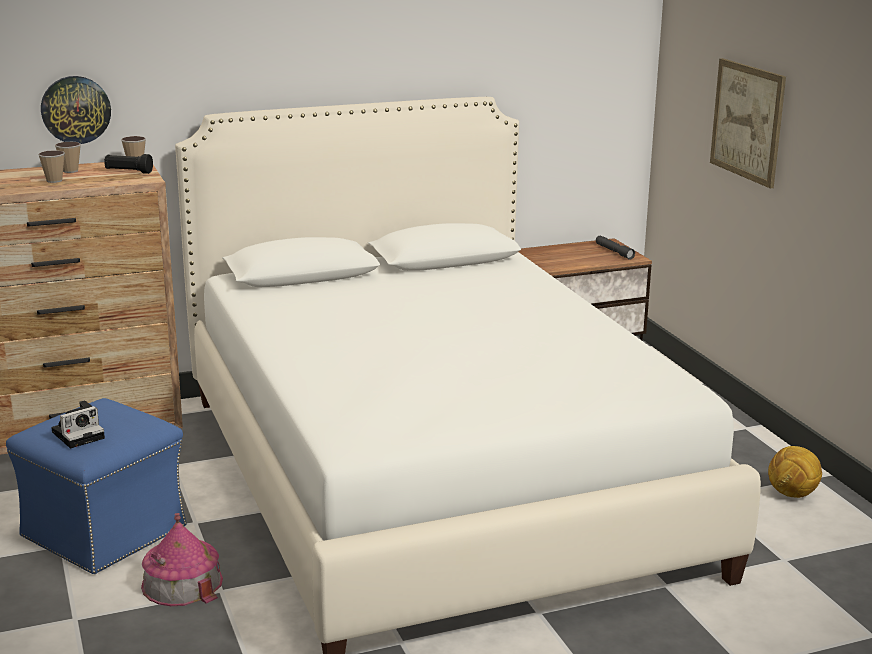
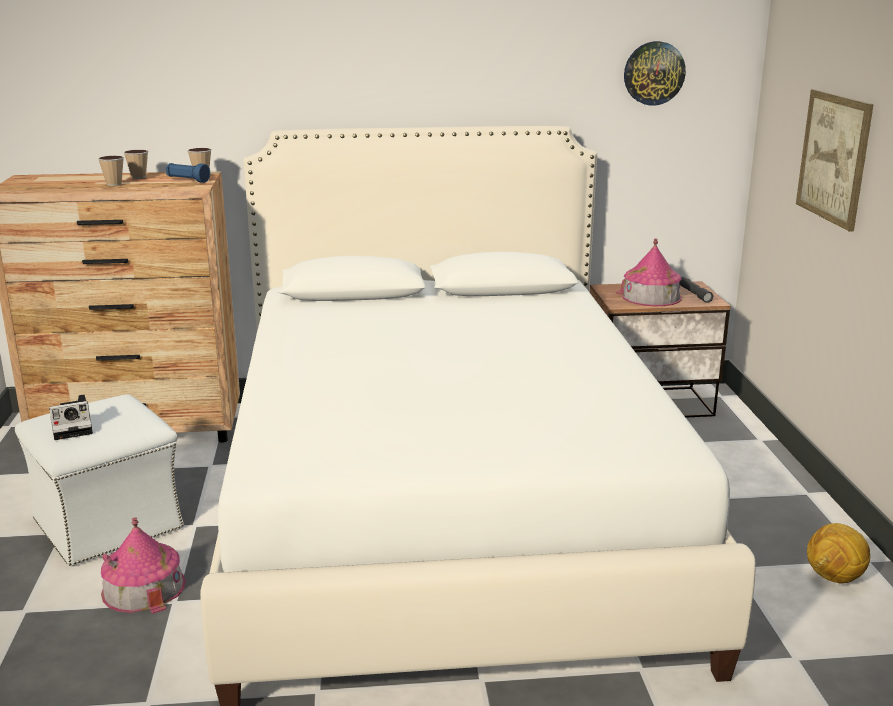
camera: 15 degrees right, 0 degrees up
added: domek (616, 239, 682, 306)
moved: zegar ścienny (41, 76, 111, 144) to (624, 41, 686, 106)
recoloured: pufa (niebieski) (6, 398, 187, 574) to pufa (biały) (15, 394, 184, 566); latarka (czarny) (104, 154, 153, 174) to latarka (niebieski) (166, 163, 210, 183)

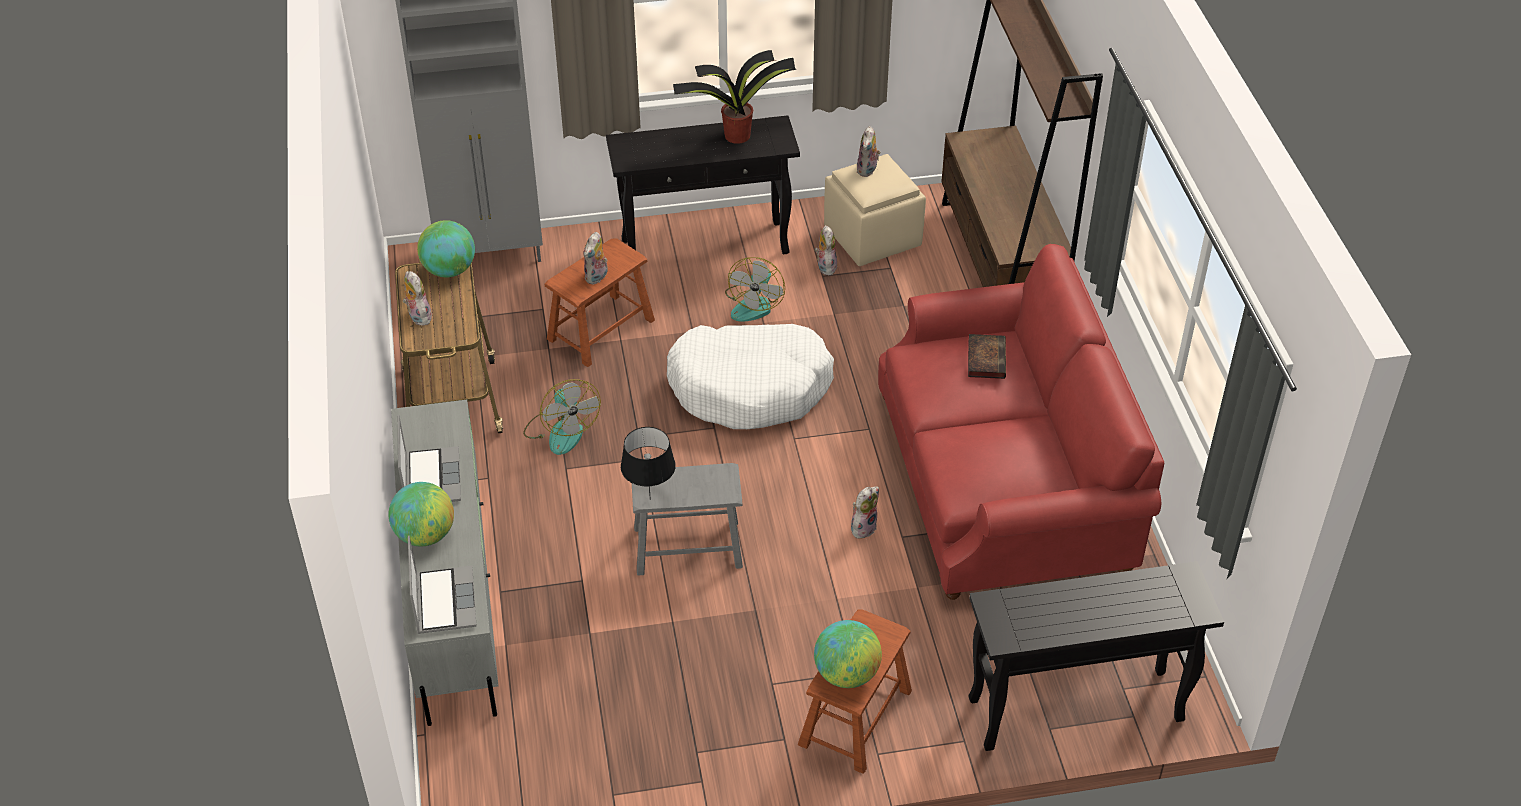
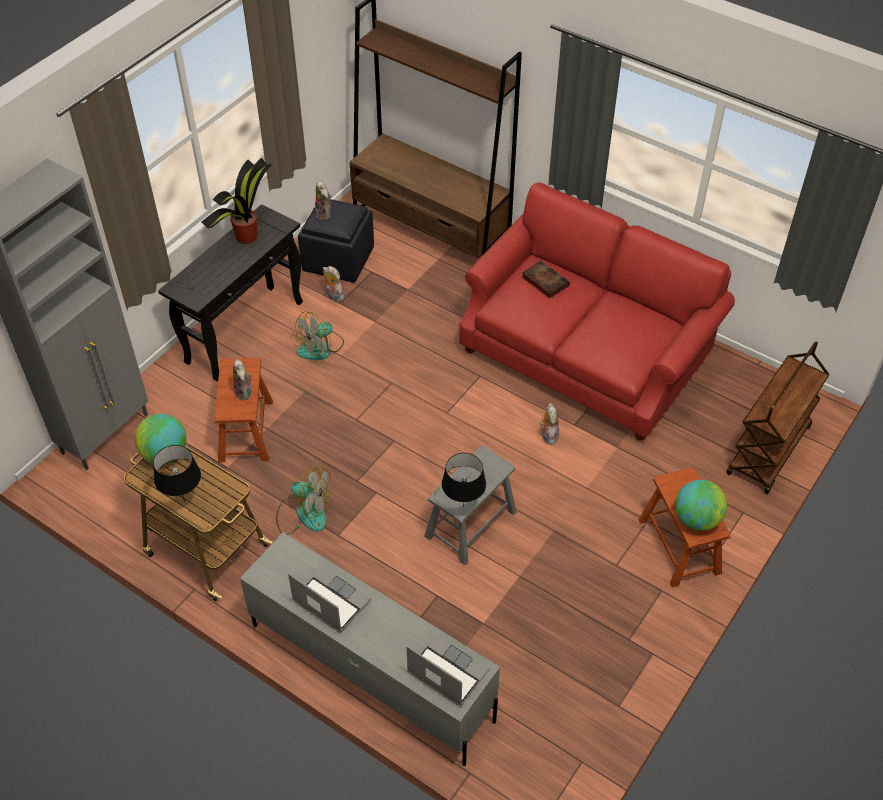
camera: 45 degrees left, 5 degrees up
removed: globus (388, 482, 454, 546); legowisko (biały) (667, 324, 834, 429)
replaced: pluszak (403, 271, 432, 326) to lampa stołowa (czarny) (153, 445, 201, 502); stolik konsolowy (czarny) (968, 561, 1224, 751) to wózek (brązowy) (727, 341, 830, 494)
recoloured: pufa (beżowy) (824, 154, 926, 266) to pufa (czarny) (298, 199, 374, 283)
turned: wentylator (725, 257, 785, 322) = (295, 311, 344, 360) 75 degrees clockwise

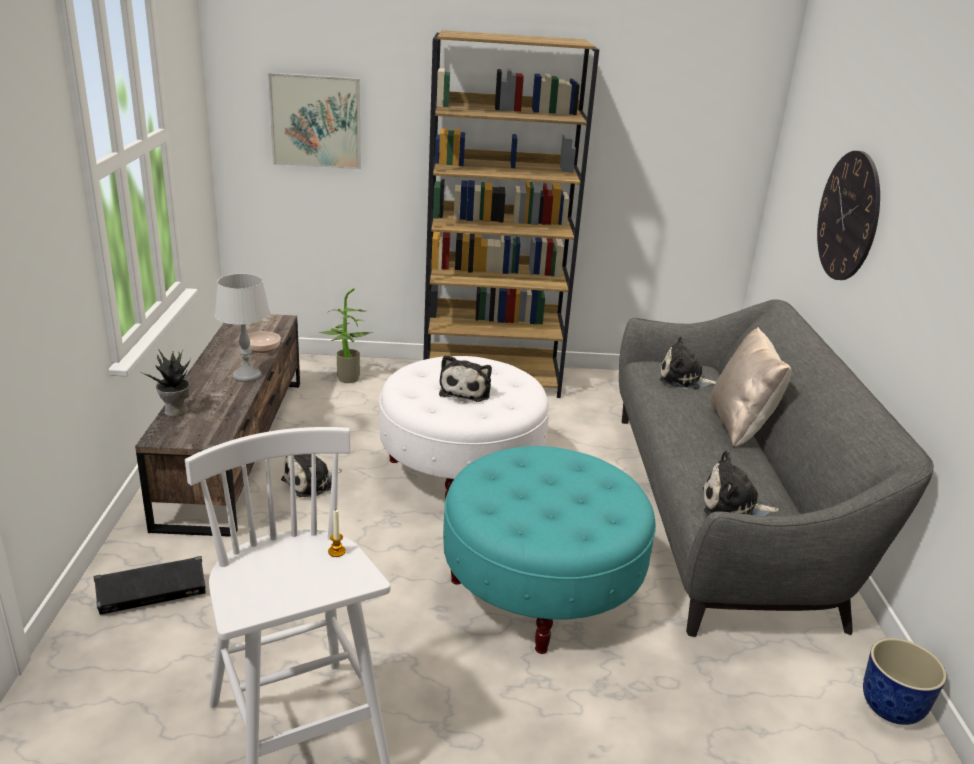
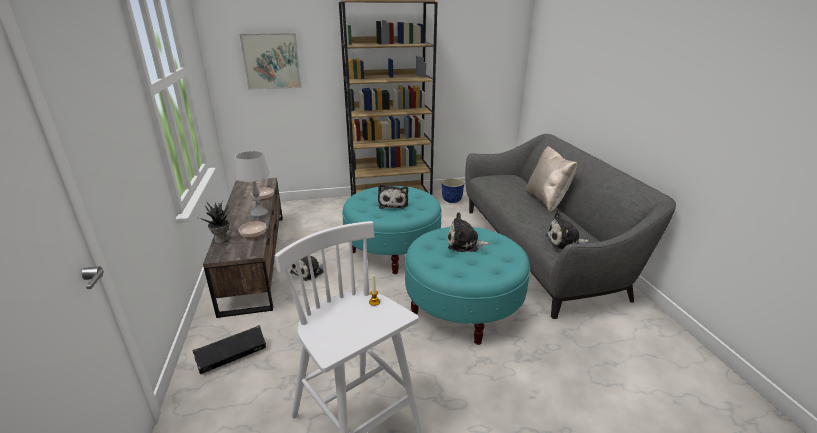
camera: 10 degrees left, 0 degrees up
removed: roślina doniczkowa (319, 288, 374, 383); zegar ścienny (817, 151, 880, 280)
added: miska (238, 222, 266, 238)
moved: pluszak (660, 337, 716, 390) to (448, 212, 491, 252); donica (863, 638, 947, 725) to (442, 178, 464, 203)
recoloured: pufa (biały) (379, 356, 550, 499) to pufa (turkusowy) (342, 186, 442, 274)

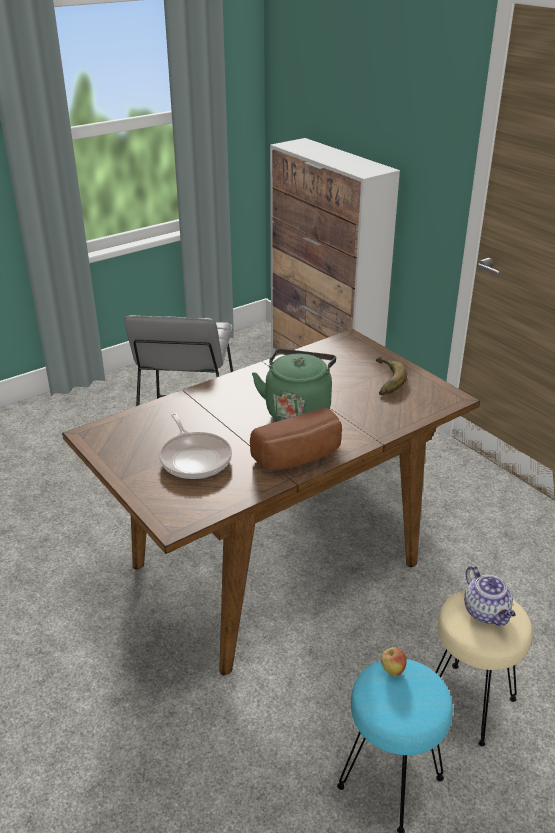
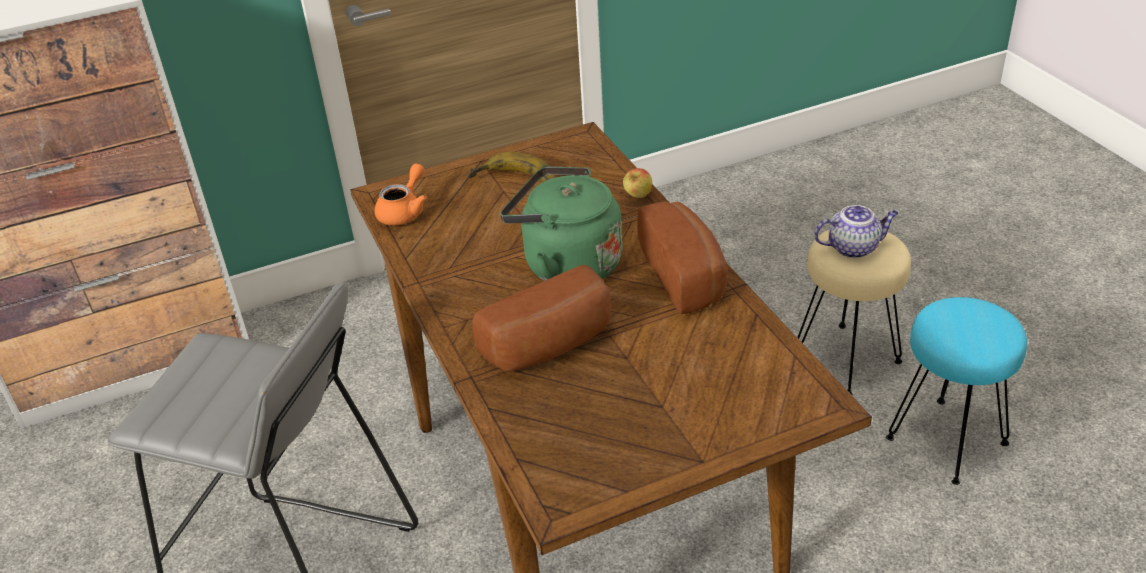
camera: 75 degrees left, 5 degrees up
removed: patelnia (159, 413, 232, 479)
added: imbryk (pomarańczowy) (375, 163, 427, 225); chleb (472, 265, 611, 372)
moved: jabłko (381, 647, 407, 676) to (623, 168, 652, 198)

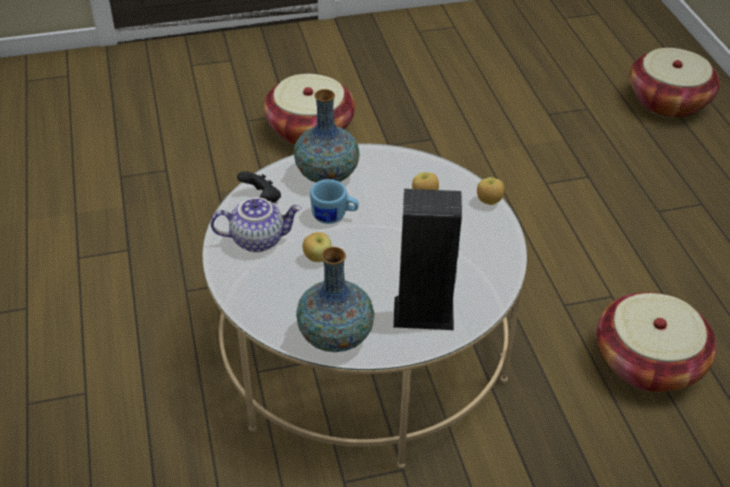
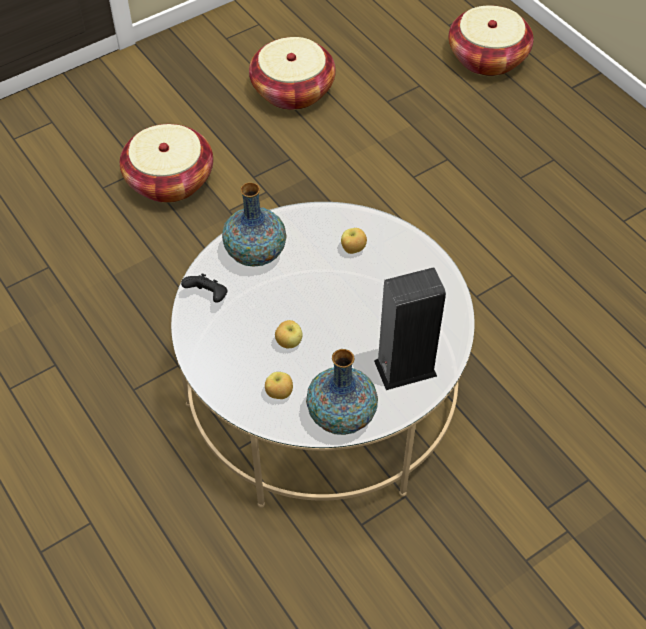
camera: 20 degrees left, 10 degrees up
removed: imbryk (211, 197, 301, 252); kubek (niebieski) (310, 179, 359, 224)
moved: jabłko (477, 177, 504, 205) to (265, 372, 293, 399); koszyk (597, 292, 717, 392) to (249, 37, 336, 110)

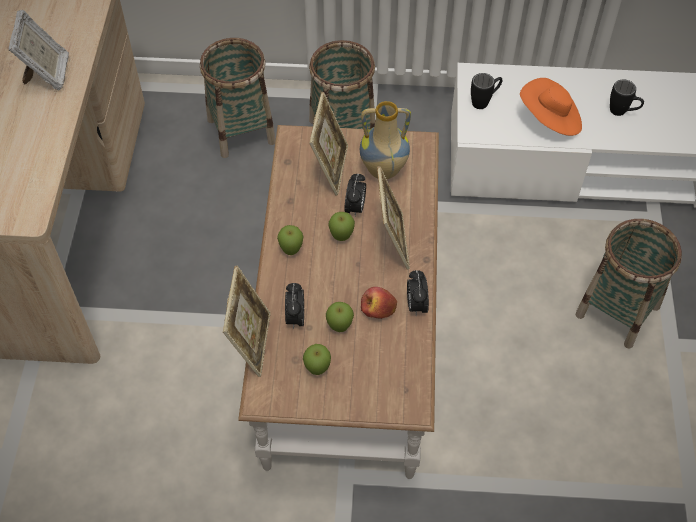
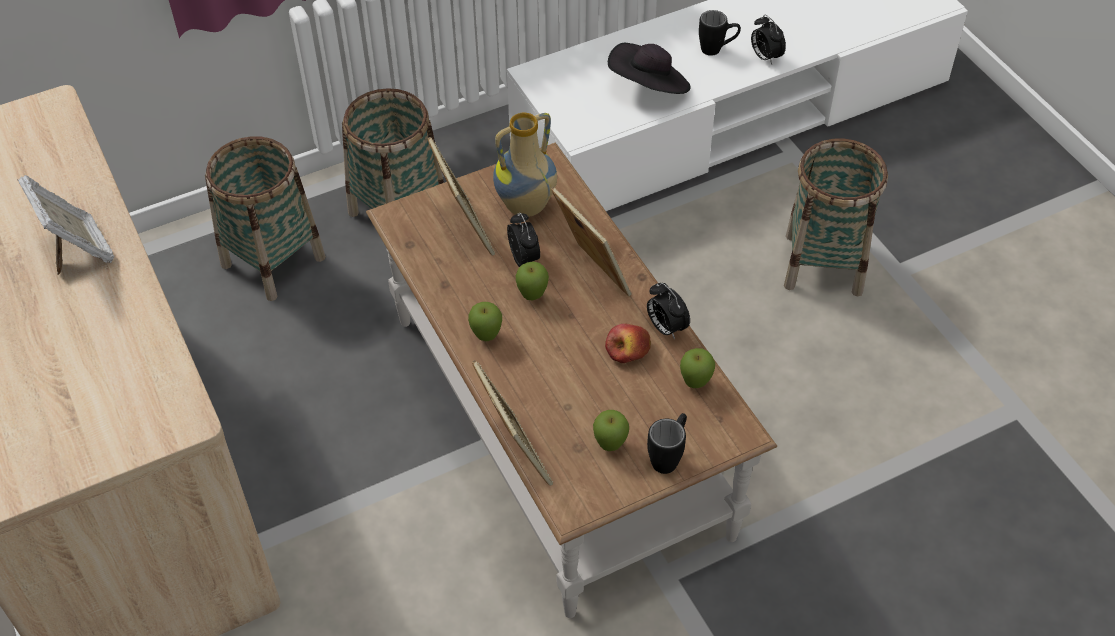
camera: 30 degrees left, 5 degrees down
moved: budzik (285, 283, 304, 329) to (751, 15, 786, 65); jabłko (326, 302, 354, 332) to (680, 348, 715, 388); kubek (czarny) (471, 73, 503, 109) to (647, 413, 687, 474)
recoloured: kapelusz (pomarańczowy) (520, 78, 582, 136) to kapelusz (czarny) (608, 43, 691, 94)

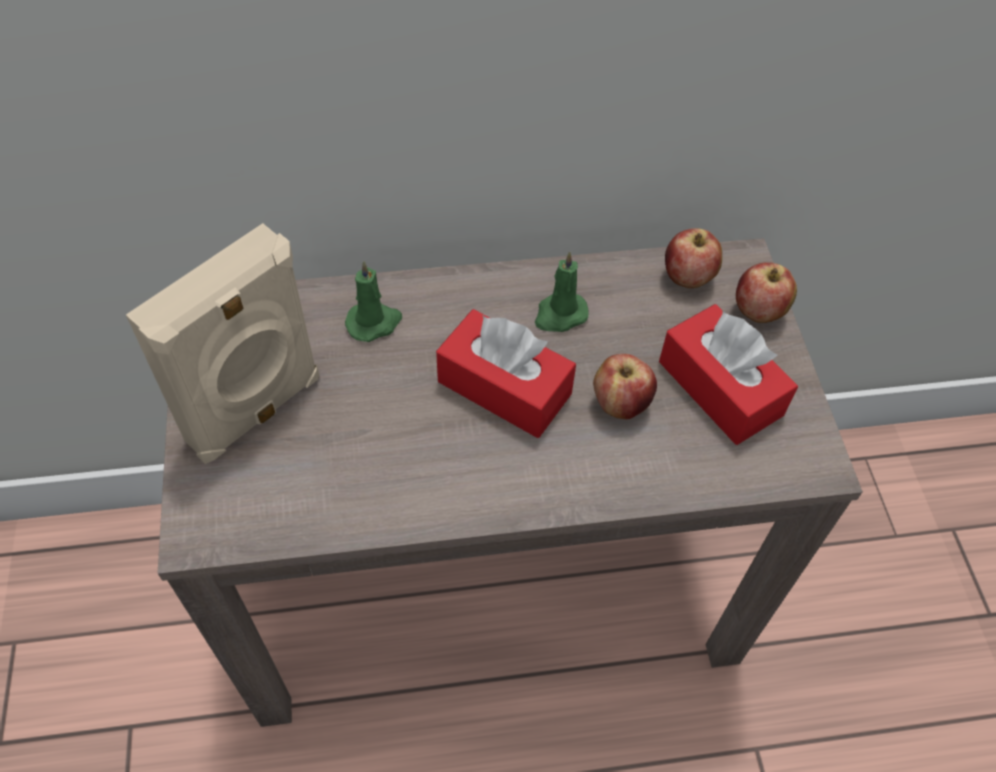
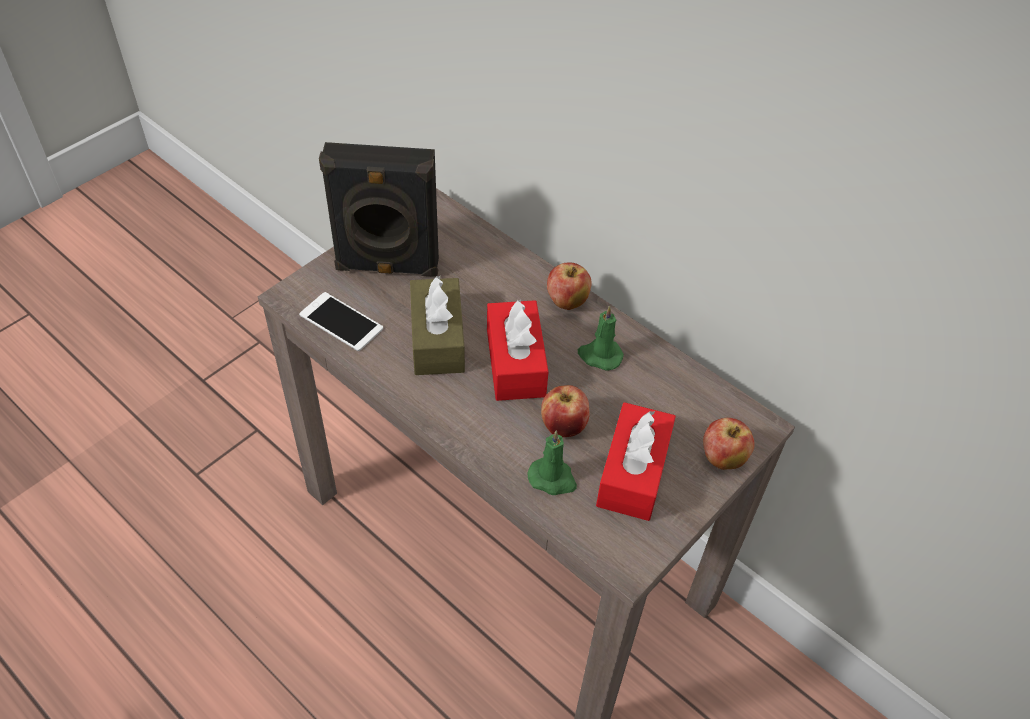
camera: 50 degrees right, 5 degrees down
added: telefon (299, 292, 383, 351); pudełko chusteczek (brązowy) (410, 275, 465, 375)
moved: świeca (zielony) (345, 261, 402, 342) to (528, 430, 577, 495); jabłko (665, 228, 722, 288) to (547, 262, 592, 310)
recoloured: głośnik (beżowy) (126, 223, 320, 464) to głośnik (czarny) (319, 142, 439, 277)

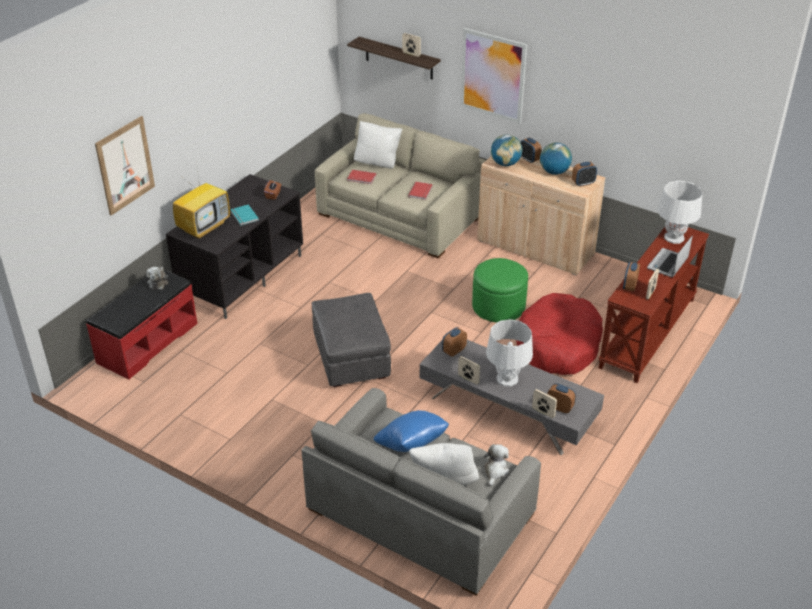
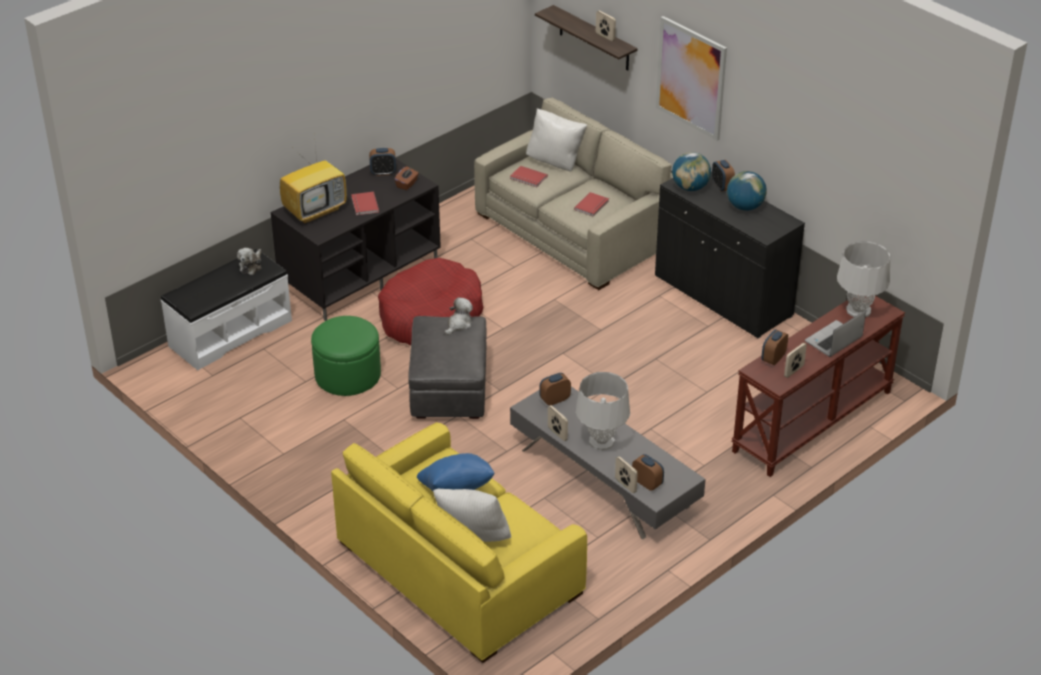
camera: 15 degrees right, 0 degrees up
removed: obraz (95, 116, 155, 215)
moved: pufa (zielony) (472, 258, 528, 322) to (311, 316, 381, 396); pluszak (483, 444, 509, 486) to (445, 297, 473, 335); legowisko (czerwony) (516, 293, 603, 375) to (378, 258, 483, 346); budzik (572, 162, 597, 187) to (369, 148, 396, 176)
recoloured: ławka (czerwony) (86, 270, 197, 380) to ławka (biały) (161, 249, 292, 370); książka (turkusowy) (230, 204, 259, 226) to książka (czerwony) (351, 192, 379, 215); kanapa (szary) (301, 388, 541, 596) to kanapa (żółty) (331, 422, 587, 663); szafka (beżowy) (477, 156, 606, 276) to szafka (czarny) (655, 171, 805, 338)

